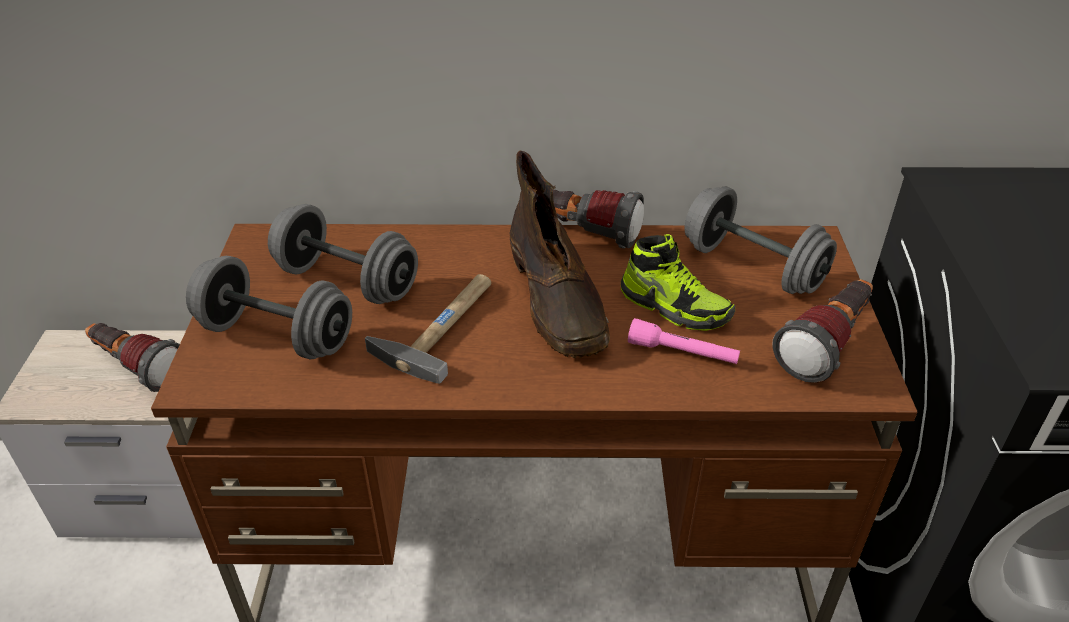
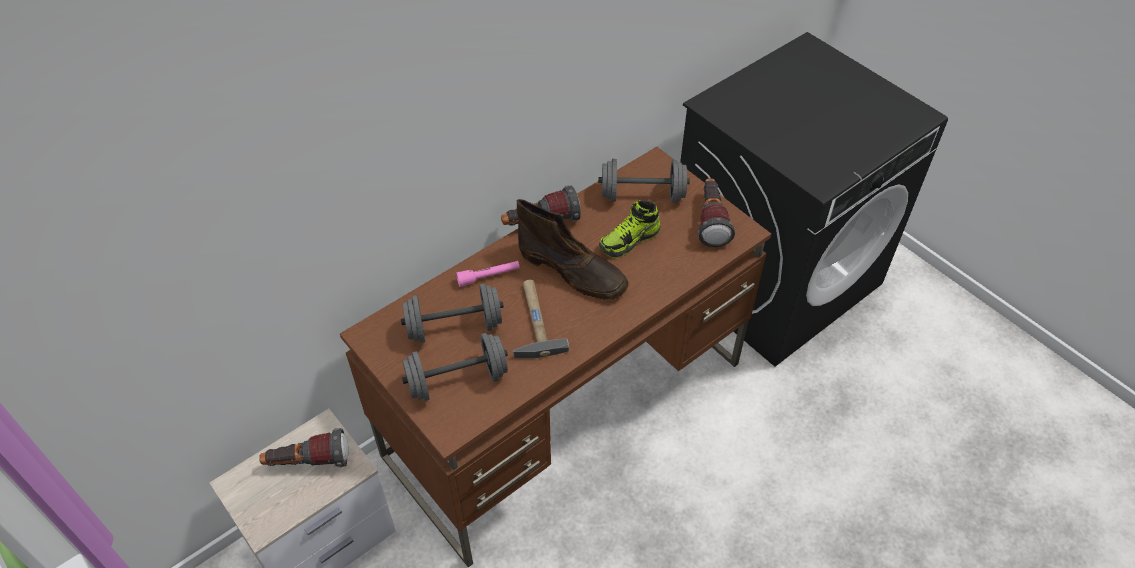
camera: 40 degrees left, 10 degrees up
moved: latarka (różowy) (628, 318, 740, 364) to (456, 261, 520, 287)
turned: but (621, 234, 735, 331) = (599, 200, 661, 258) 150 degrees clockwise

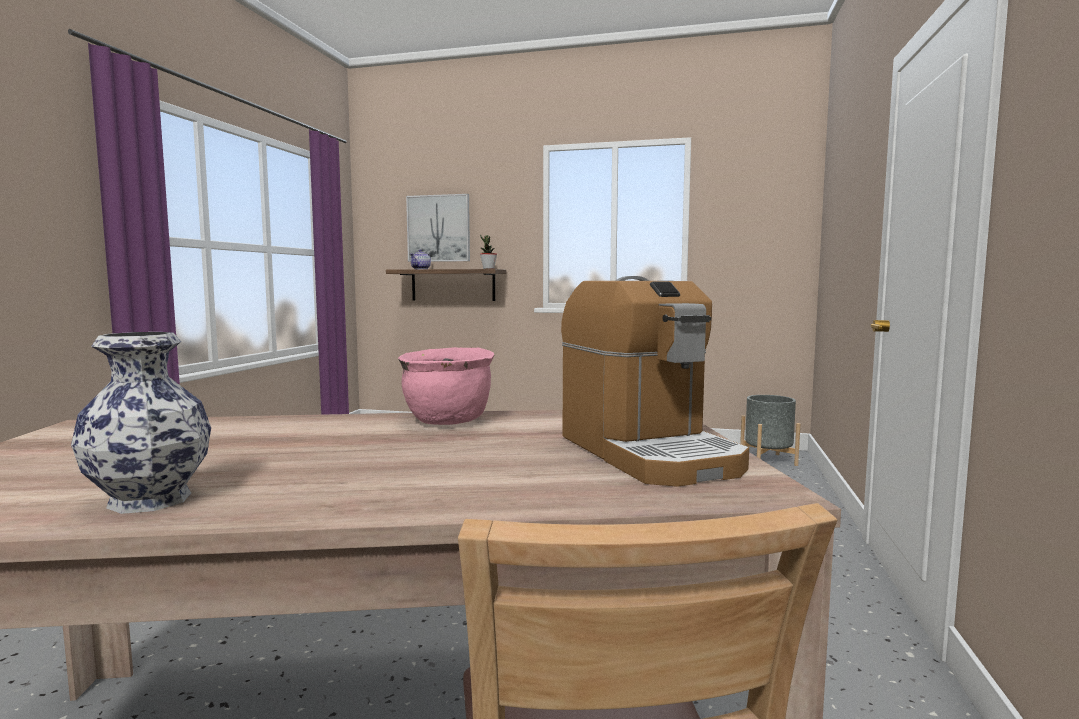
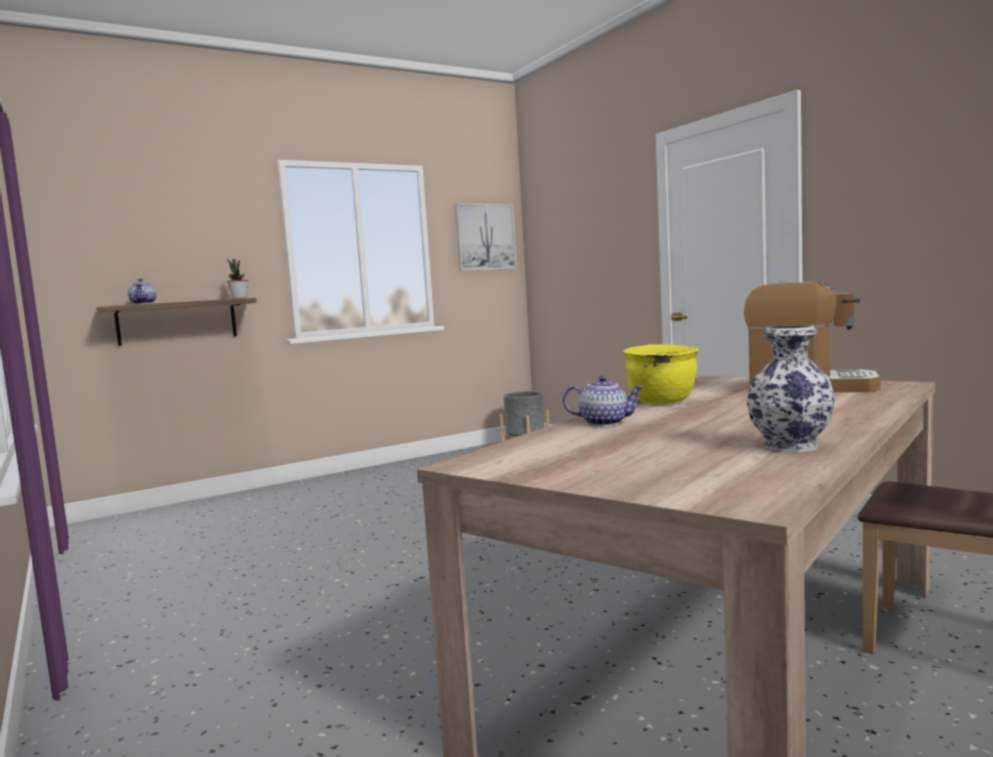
camera: 45 degrees left, 0 degrees up
added: imbryk (563, 376, 644, 426)
moved: obraz (406, 194, 470, 262) to (455, 204, 517, 271)
recoloured: garnek (różowy) (398, 347, 494, 425) to garnek (żółty) (623, 344, 699, 404)

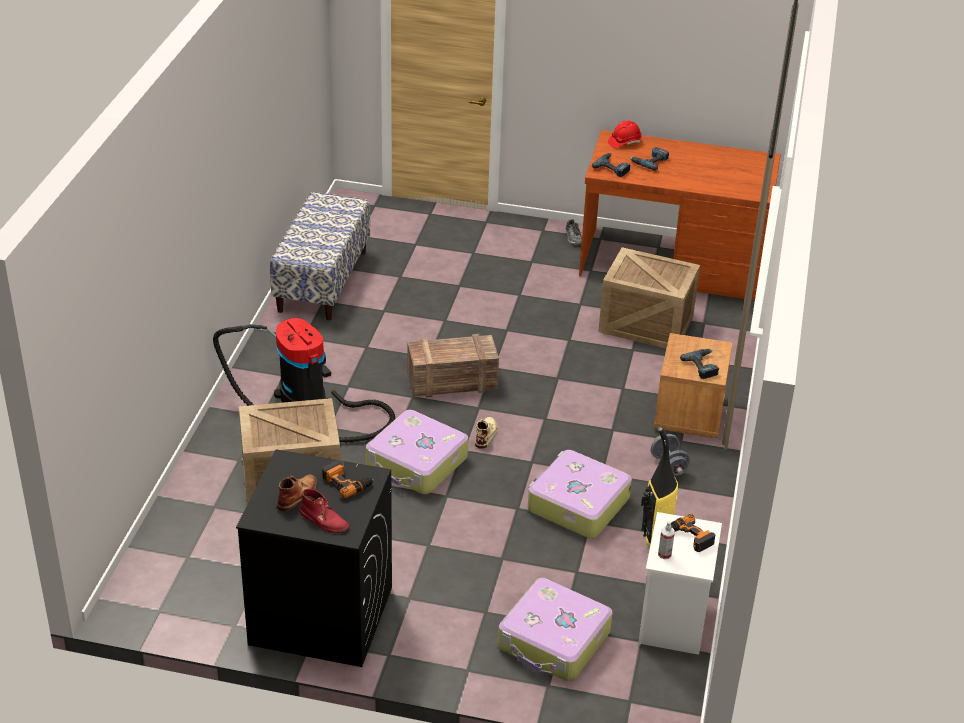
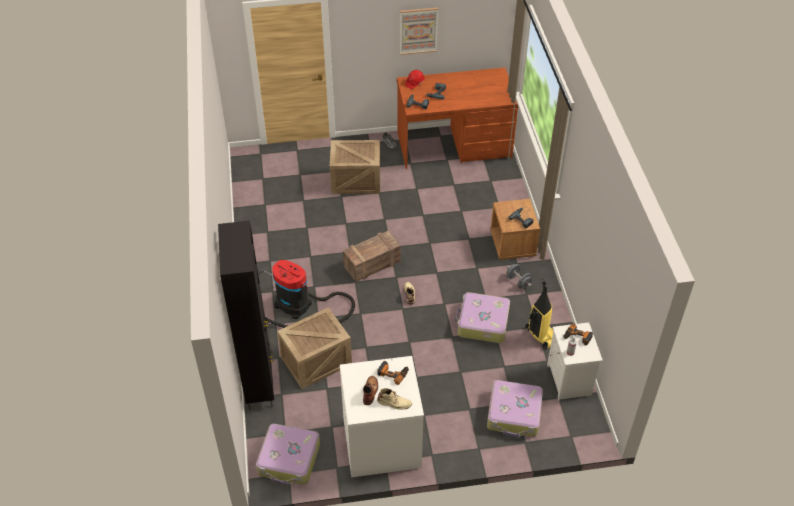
camera: 20 degrees left, 10 degrees up
removed: ławka (270, 192, 370, 320)
added: szafka (czarny) (218, 221, 274, 410); obraz (400, 8, 438, 55)
moved: walizka (366, 410, 468, 494) to (256, 424, 320, 485); skrzynka (598, 247, 700, 348) to (330, 140, 380, 194)
recoloured: pralka (czarny) (236, 450, 392, 667) to pralka (biały) (340, 356, 424, 477); but z cholewką (czerwony) (299, 489, 349, 533) to but z cholewką (beżowy) (377, 388, 412, 410)

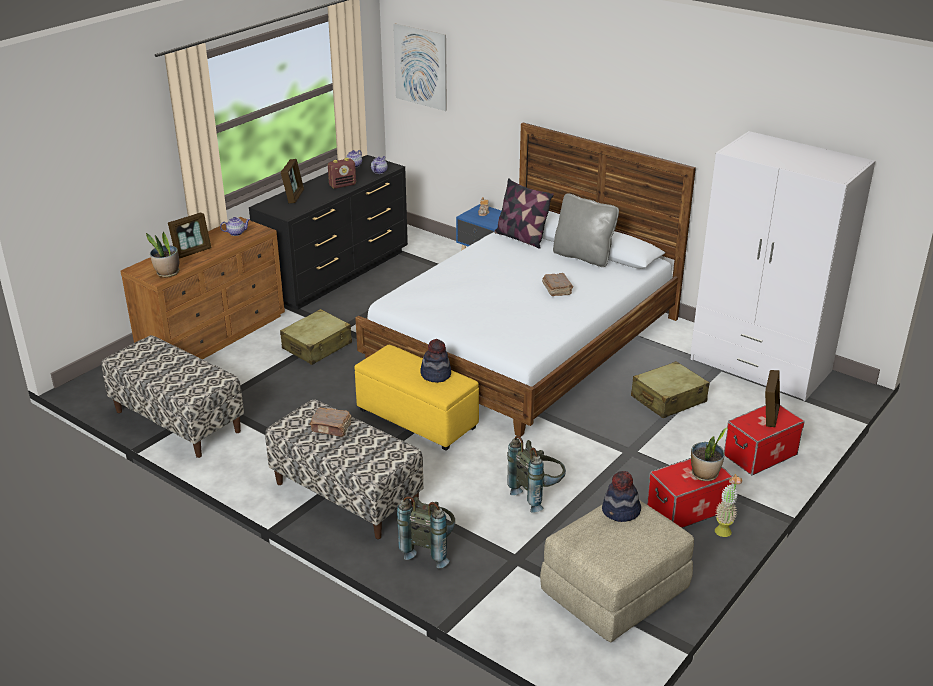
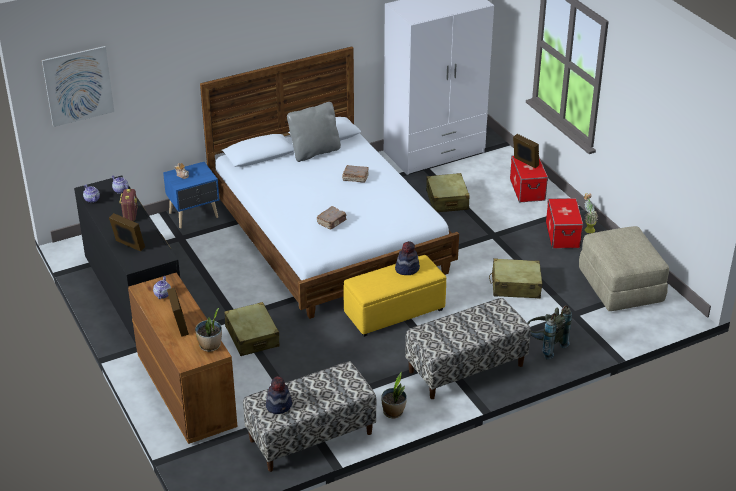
camera: 65 degrees left, 5 degrees up
removed: poduszka (494, 178, 554, 249)
moved: książka (brązowy) (309, 408, 351, 437) to (317, 206, 347, 229); kapelusz (602, 471, 641, 522) to (266, 376, 292, 414); roślina doniczkowa (691, 428, 727, 481) to (381, 372, 407, 418)
replaced: plecak (szary) (507, 436, 566, 513) to walizka (beżowy) (489, 258, 542, 298)

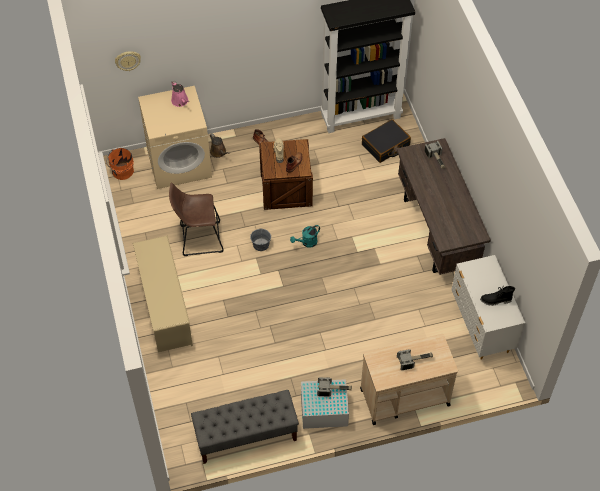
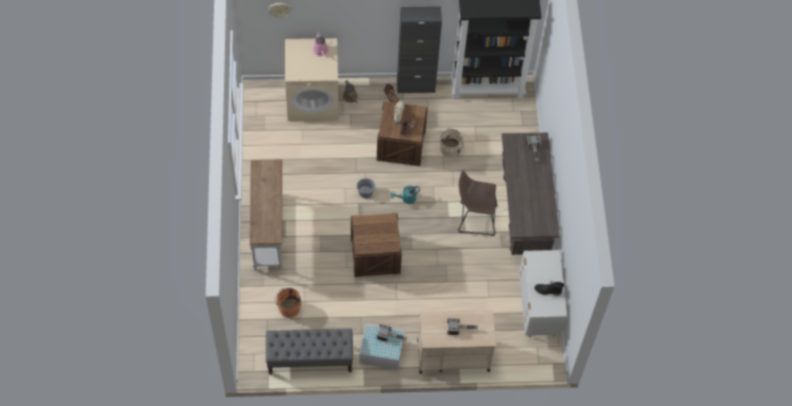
camera: 10 degrees right, 5 degrees up
removed: walizka (czarny) (362, 119, 411, 163)
added: skrzynka (351, 213, 402, 277); szafka (czarny) (397, 6, 442, 94); wiadro (beżowy) (440, 128, 464, 158)
moved: wiadro (pomarańczowy) (106, 148, 134, 180) to (275, 288, 301, 318); stołek (brązowy) (169, 183, 223, 256) to (458, 170, 497, 236)
replaced: regał na buty (beżowy) (133, 236, 193, 352) to stolik konsolowy (biały) (250, 159, 282, 271)

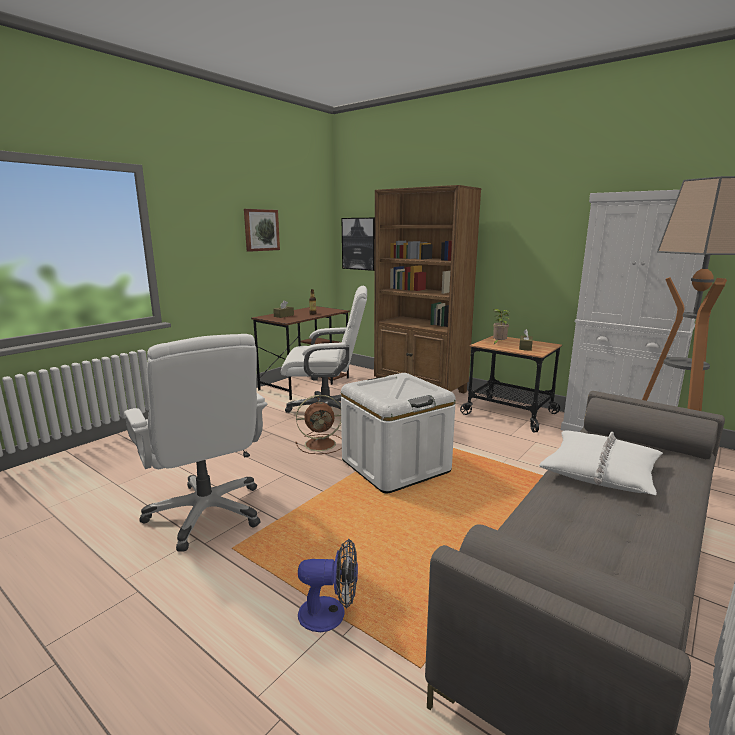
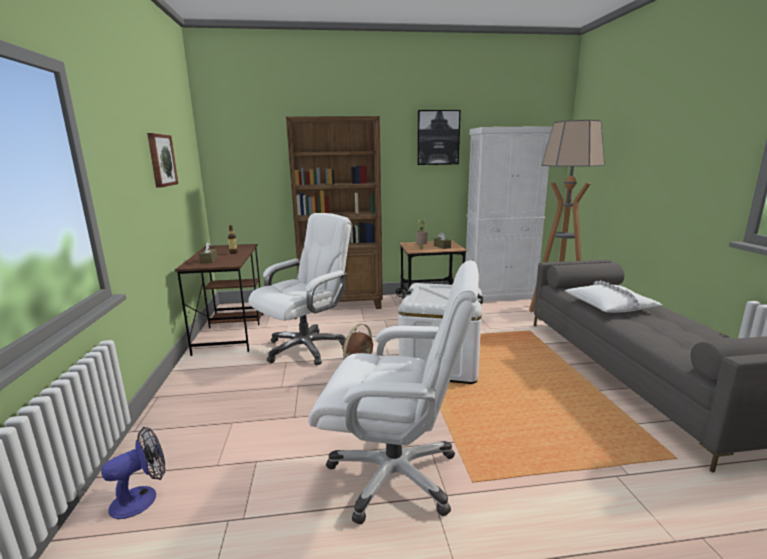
camera: 45 degrees left, 0 degrees up
moved: wentylator (298, 539, 358, 632) to (101, 427, 165, 519); obraz (341, 218, 375, 271) to (417, 110, 461, 165)

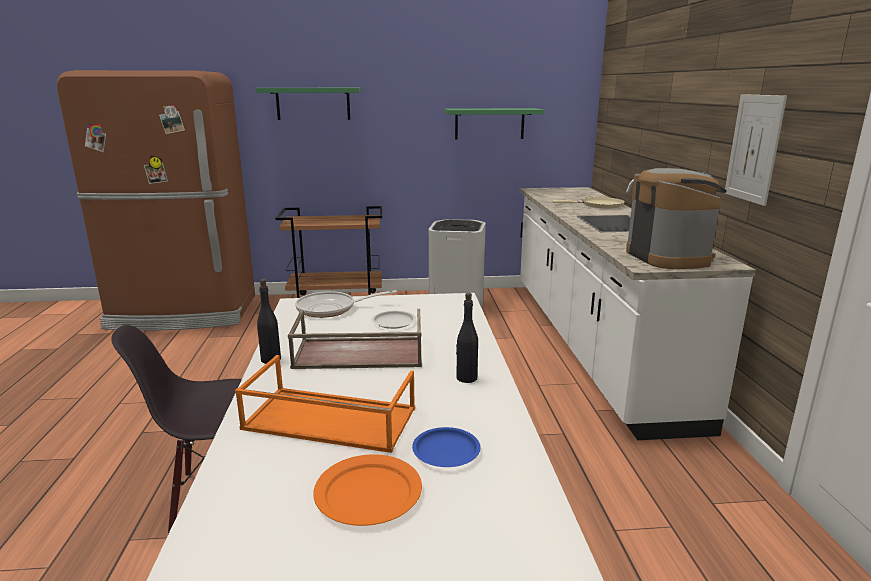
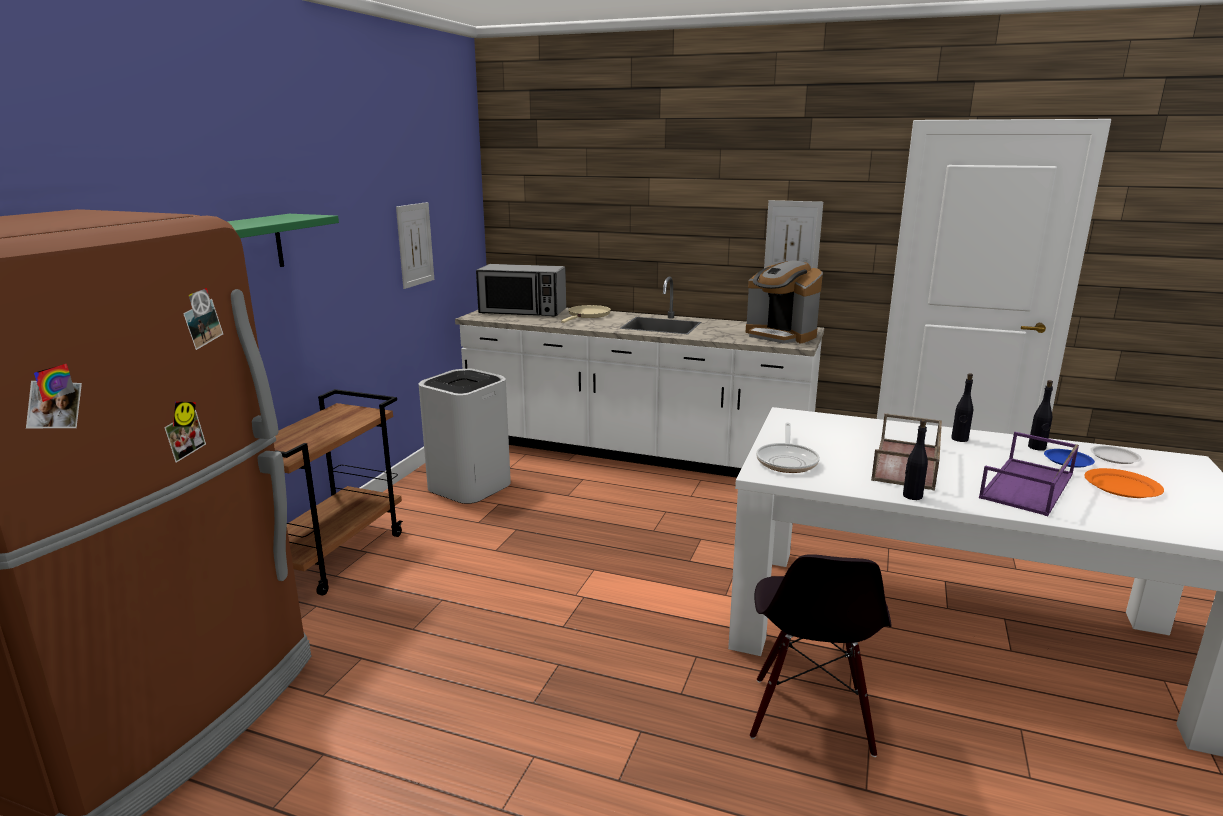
camera: 65 degrees left, 0 degrees up
added: mikrofalówka (476, 264, 566, 317); butelka (czarny) (1028, 380, 1053, 451)
moved: talerz (biały) (372, 311, 416, 329) to (1090, 446, 1142, 464)
replaced: półka (zielony) (444, 108, 545, 139) to obraz (396, 202, 434, 289)
recoloured: taca (pomarańczowy) (235, 355, 415, 453) to taca (fioletowy) (979, 432, 1079, 516)
turned: ekspres do kawy (626, 168, 727, 269) = (746, 260, 823, 344) 150 degrees counterclockwise

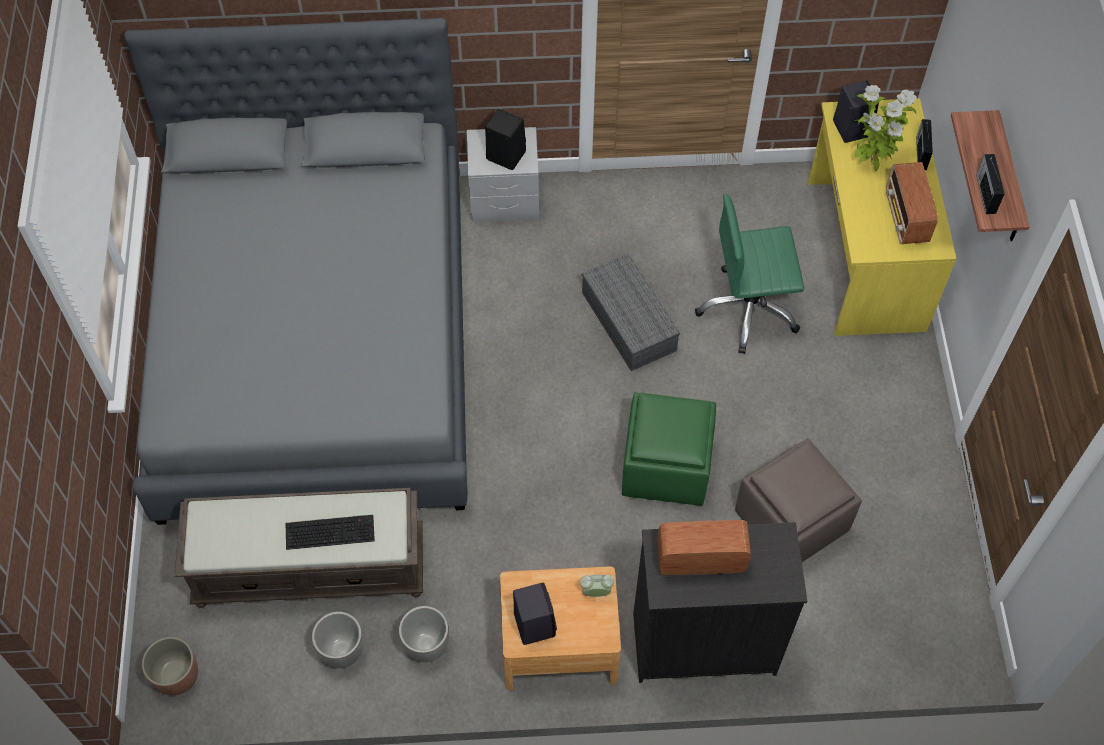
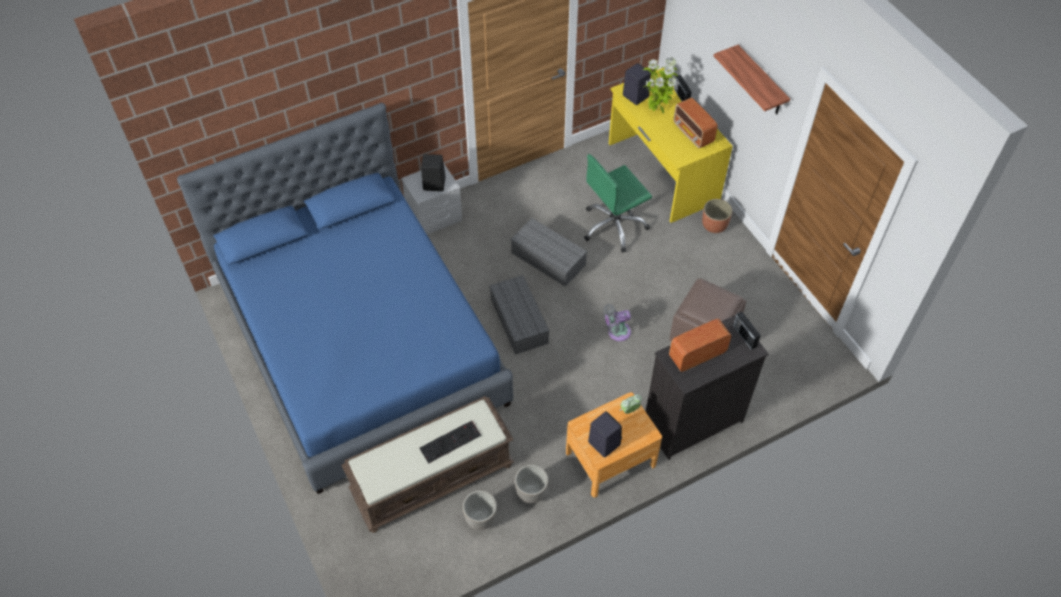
camera: 25 degrees left, 5 degrees down
added: pojemnik do przechowywania (szary) (489, 275, 549, 355)
moved: donica (142, 637, 198, 696) to (702, 199, 732, 233); radio (976, 154, 1005, 214) to (733, 312, 761, 350)
replaced: pufa (zielony) (622, 393, 716, 506) to wentylator (szary) (603, 304, 631, 341)
recoloured: łóżko (szary) (123, 17, 467, 525) to łóżko (niebieski) (177, 103, 513, 494)

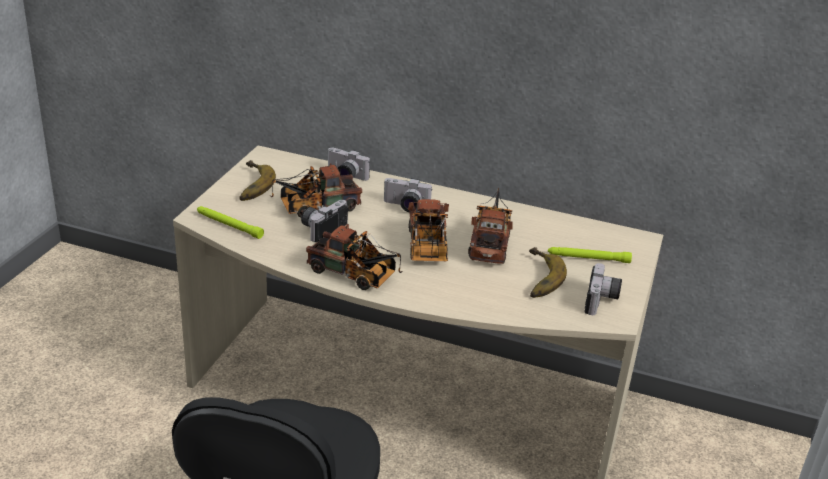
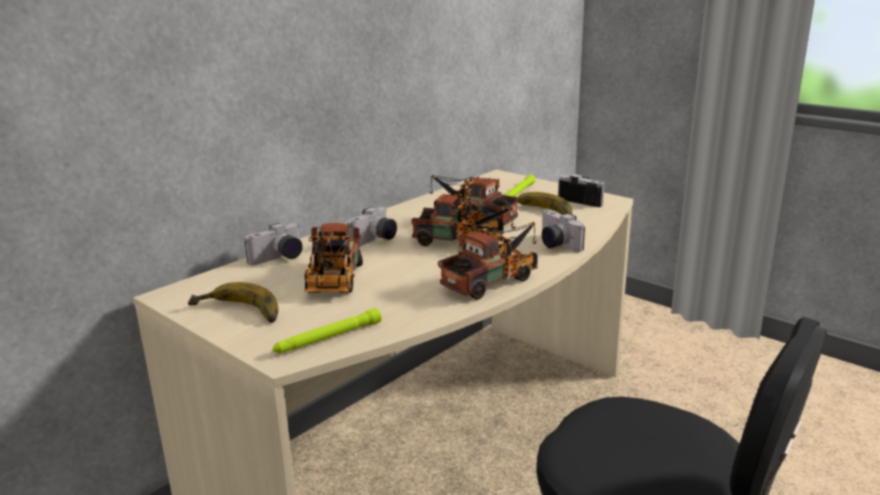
camera: 65 degrees left, 10 degrees down
moved: aparat fotograficzny (301, 200, 349, 242) to (542, 210, 585, 252)

